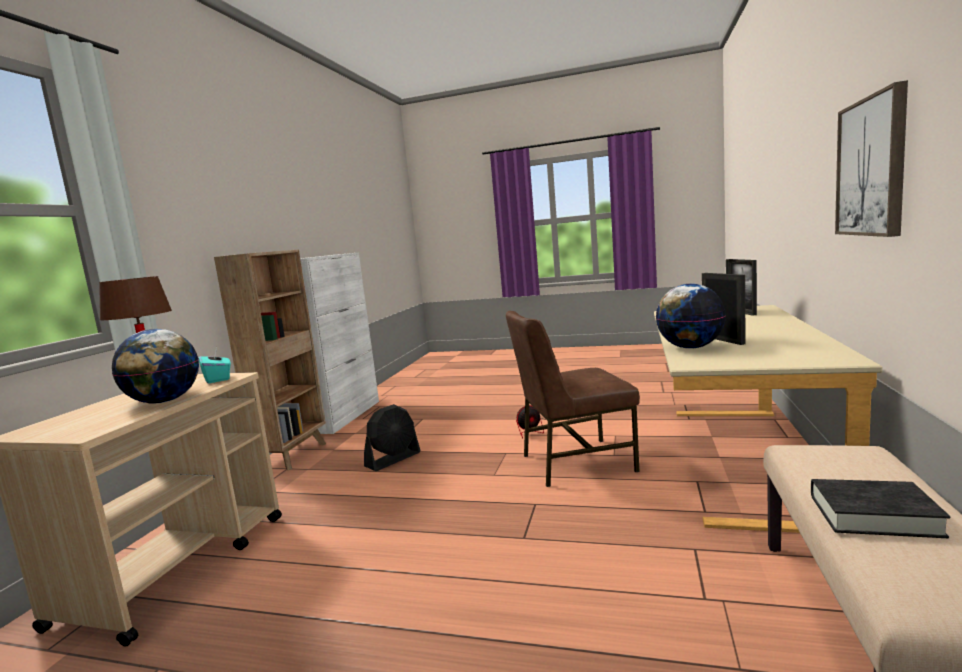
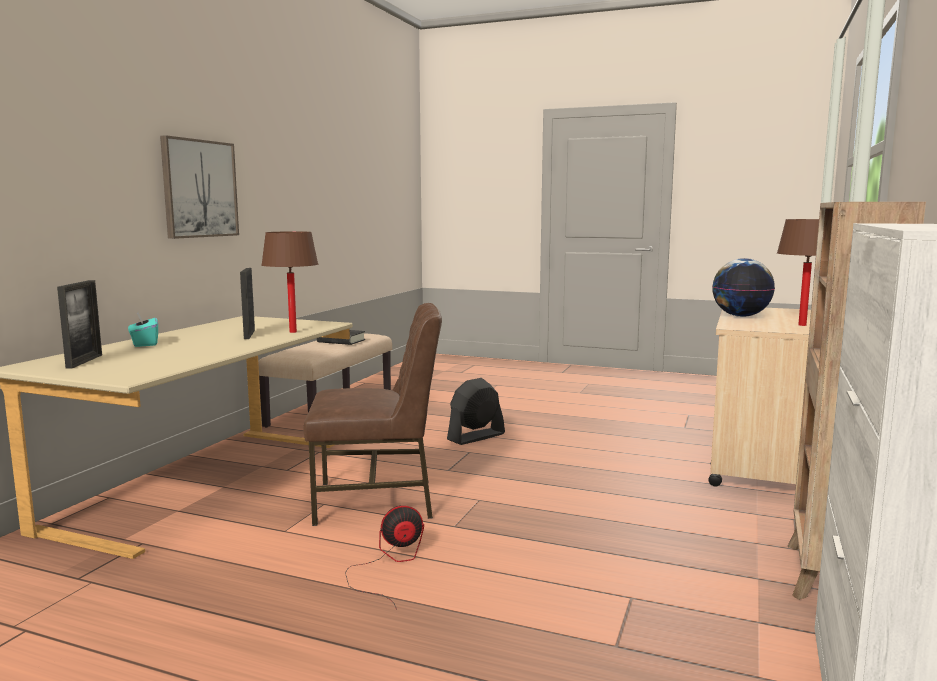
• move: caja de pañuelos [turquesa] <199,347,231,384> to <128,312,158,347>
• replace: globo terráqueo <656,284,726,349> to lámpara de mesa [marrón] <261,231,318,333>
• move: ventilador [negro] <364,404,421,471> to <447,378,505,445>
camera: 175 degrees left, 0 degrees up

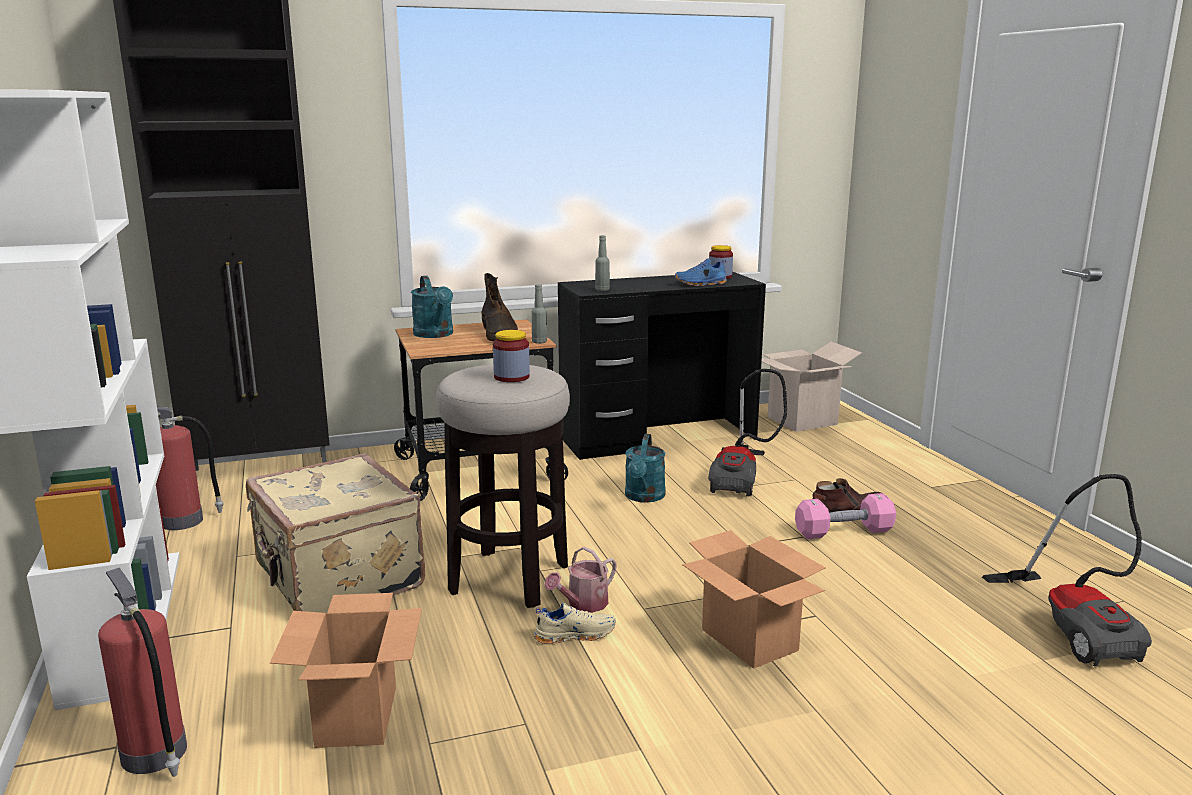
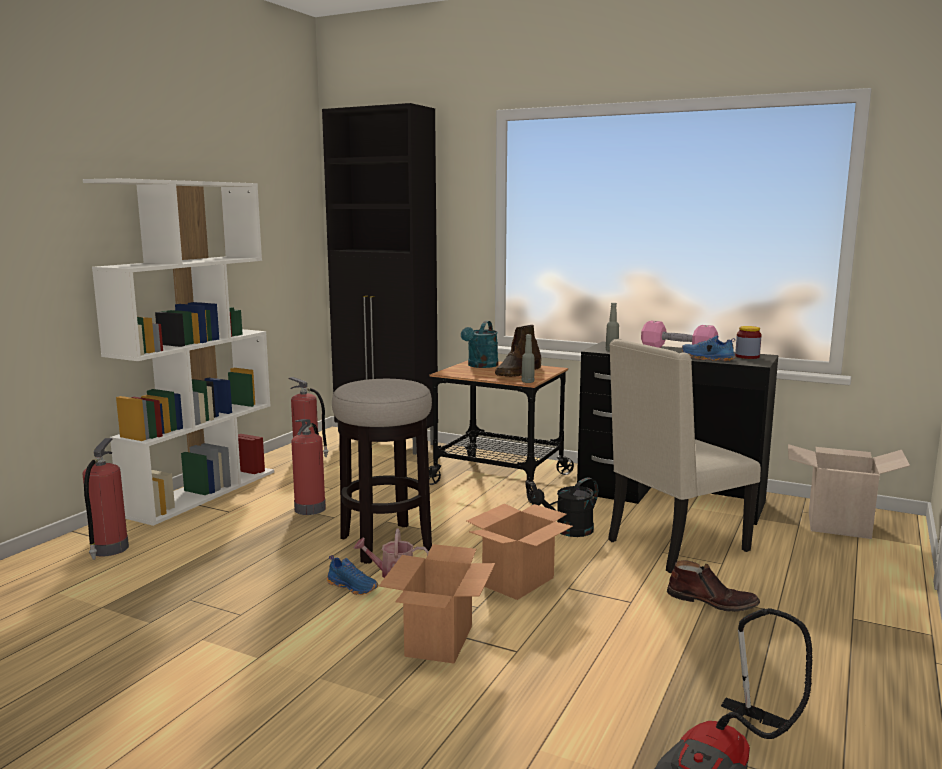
• replace: maleta [beis] <246,454,425,614> to extintor <291,419,326,515>
• recolor: zapato [beis] <534,603,615,644> to zapato [azul] <327,555,378,595>
• move: caja de cartón <270,593,422,748> to <467,503,573,600>
• recolor: regadera [turquesa] <625,434,666,503> to regadera [negro] <531,478,598,537>
• replace: aspiradora <708,369,787,496> to silla [beis] <608,339,761,573>
• move: mancuerna [rosa] <795,493,896,539> to <641,321,718,348>
• delete: tarro <493,330,530,382>
camera: 45 degrees right, 5 degrees down

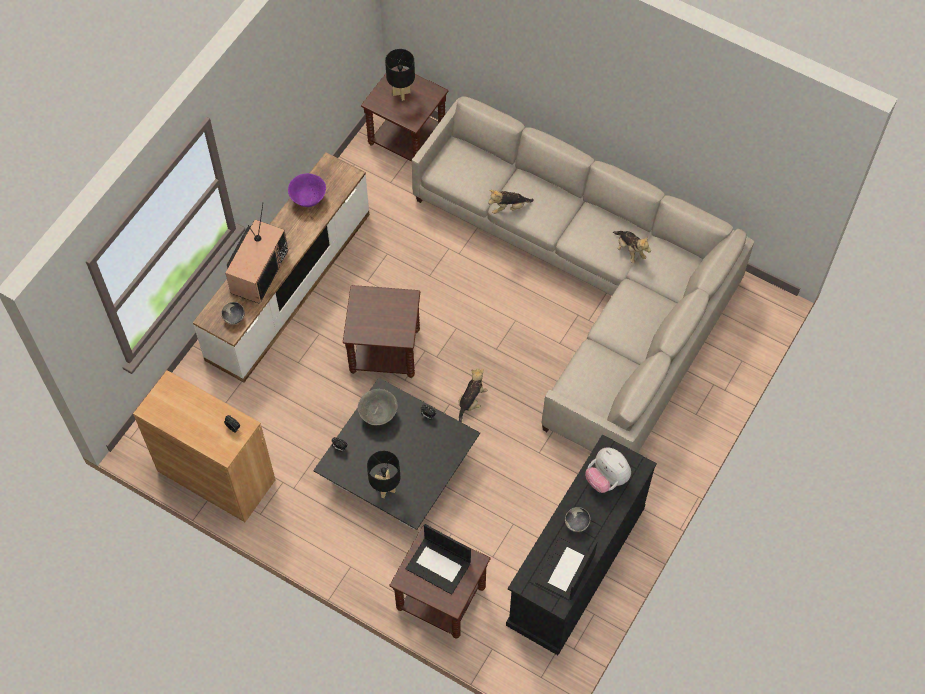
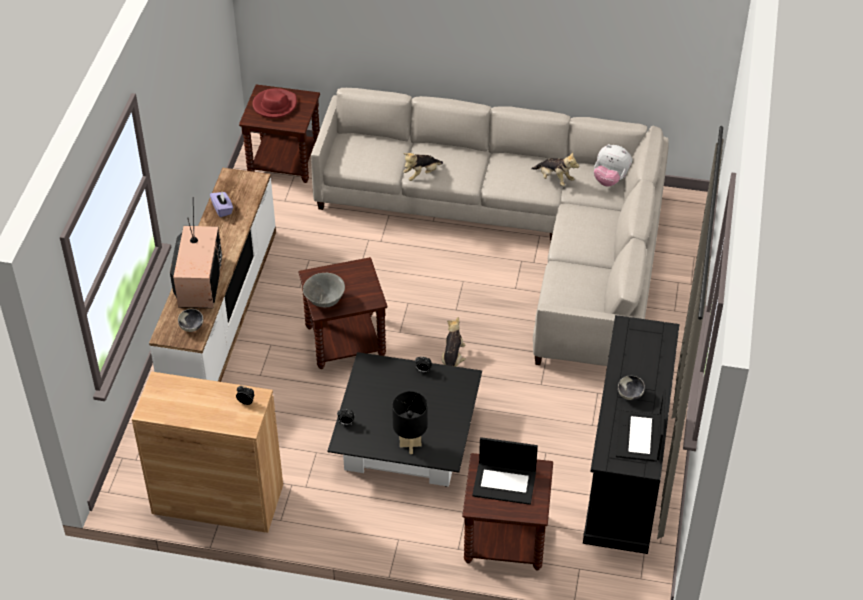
• replace: cuenco [morado] <288,173,326,207> to caja de pañuelos [morado] <210,192,233,217>
• replace: lámpara de mesa [negro] <385,49,415,101> to sombrero [rojo] <252,88,297,118>
• move: cuenco [gris] <357,389,398,425> to <303,273,345,307>
• move: peluche <585,447,631,493> to <594,144,633,186>
camera: 20 degrees left, 15 degrees down

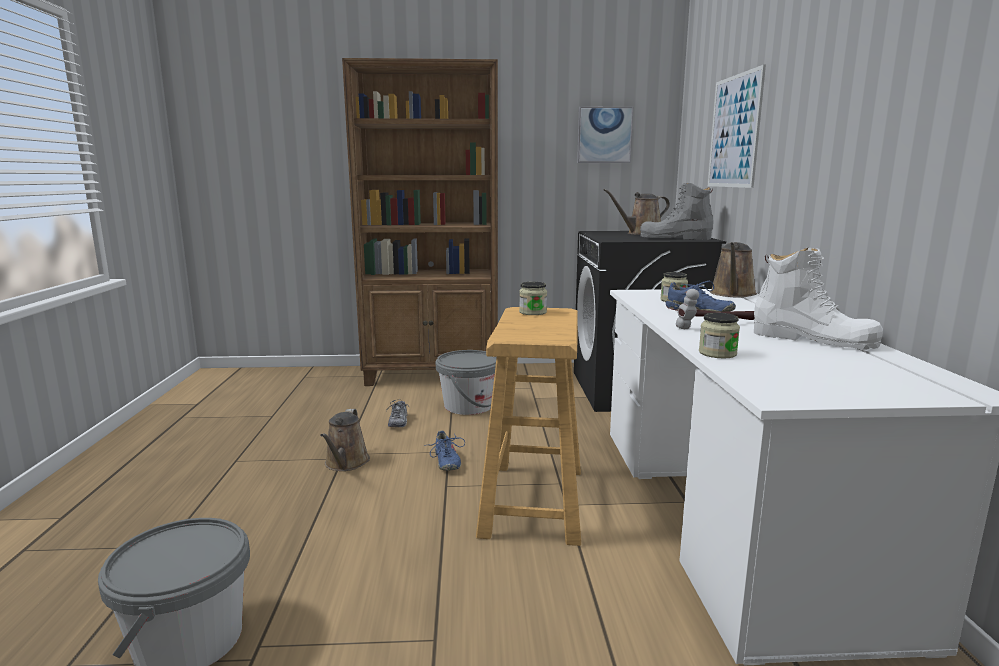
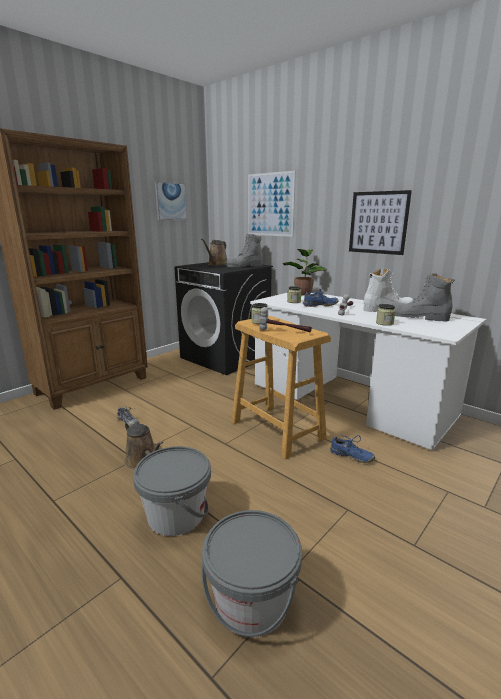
• move: cubo [gris] <436,350,497,415> to <133,446,211,536>
• insert: martillo <259,307,312,333>
• replace: regadera [marrón] <710,242,757,298> to planta en maceta <282,249,327,296>
• move: zapato [azul] <425,430,465,471> to <330,435,375,463>
• insert: cuadro <349,190,412,255>
• insert: bota [gris] <392,274,454,322>
camera: 45 degrees left, 5 degrees up

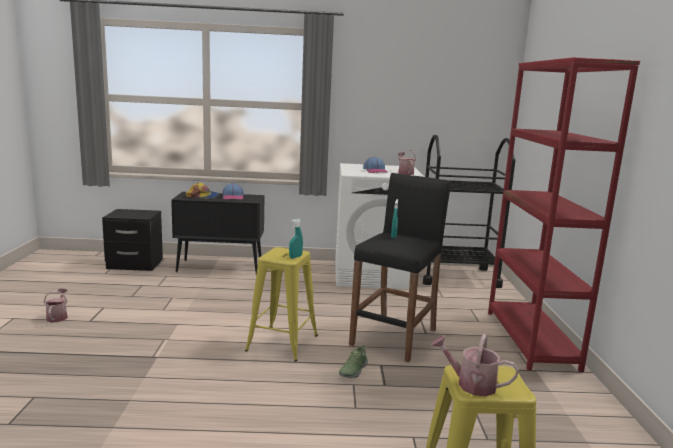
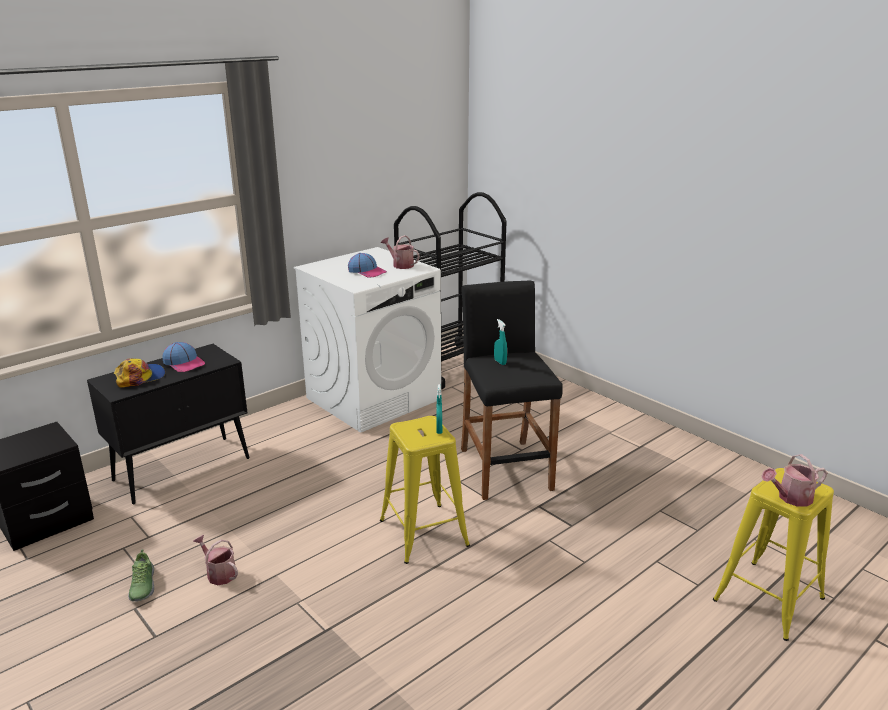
• move: zapato <339,345,368,378> to <128,549,154,602>
• move: regadera <44,288,68,322> to <193,535,238,585>
• delete: estantería [rojo] <488,57,640,372>
camera: 40 degrees left, 10 degrees up

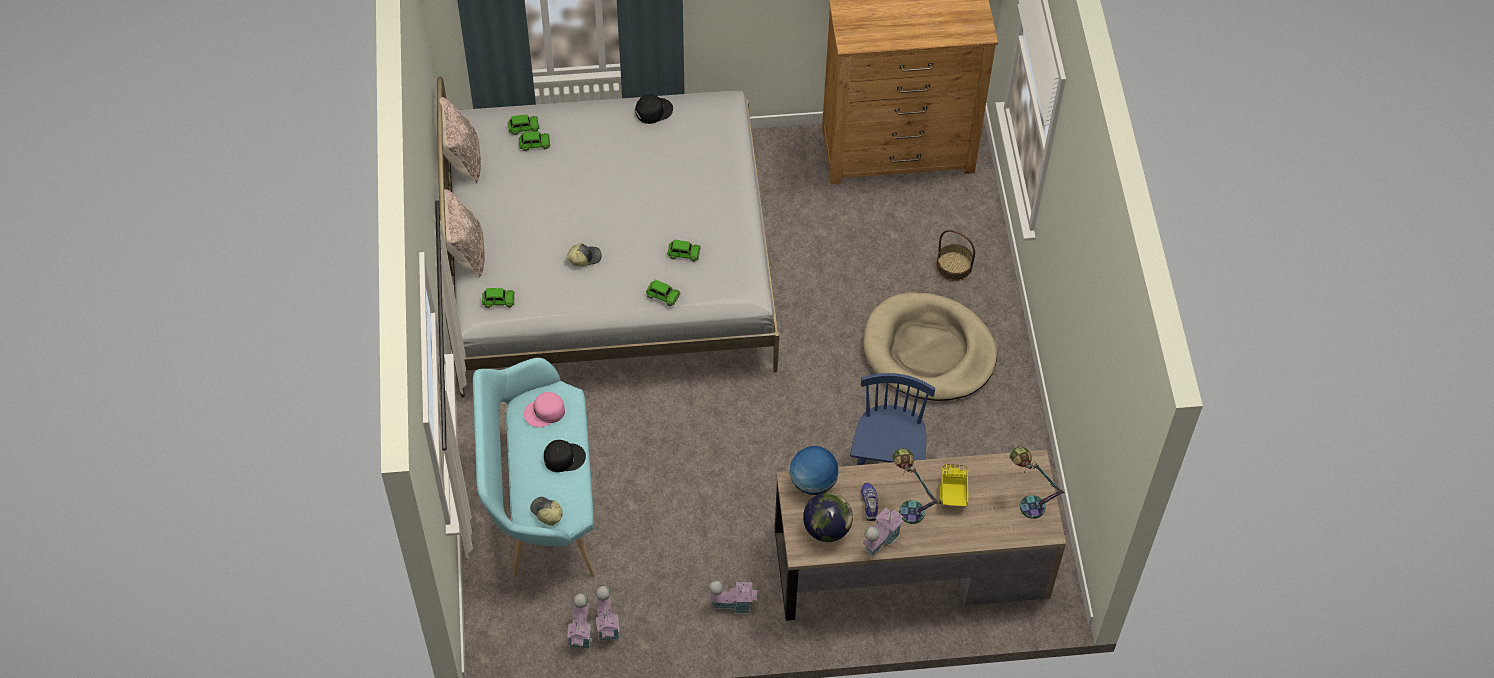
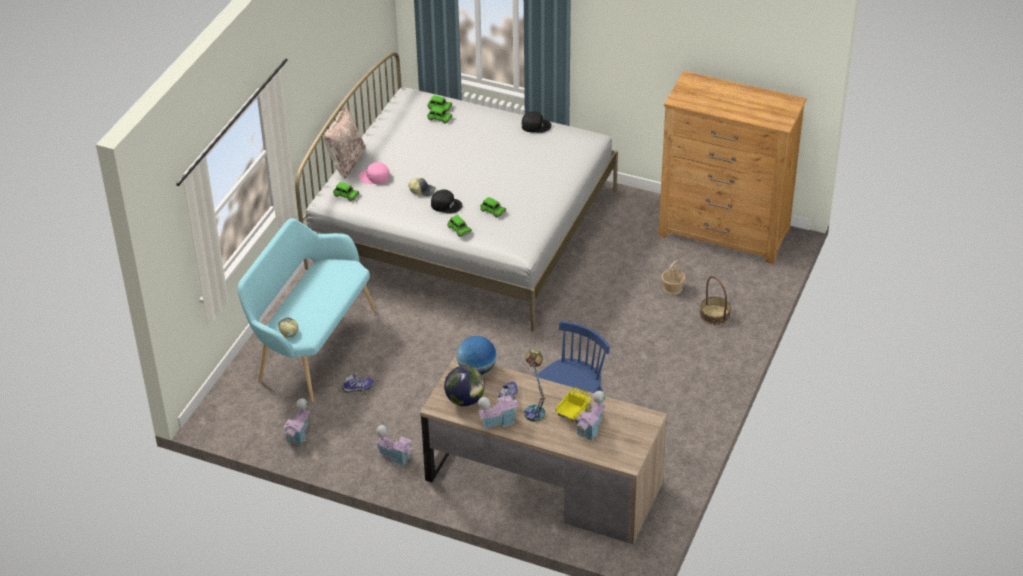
• insert: zapato <342,374,374,392>
• move: gorra [rosa] <524,392,565,427> to <359,162,390,184>
• move: gorra [negro] <544,440,586,472> to <431,189,462,214>
• move: casita <568,594,592,654> to <576,391,606,442>
• insert: cesta <662,260,685,295>
• delete: cojín [beis] <436,97,481,184>
• delete: cama para perro [beis] <863,292,997,401>
• delete: lámpara de mesa <1010,447,1063,519>
camera: 30 degrees right, 15 degrees down

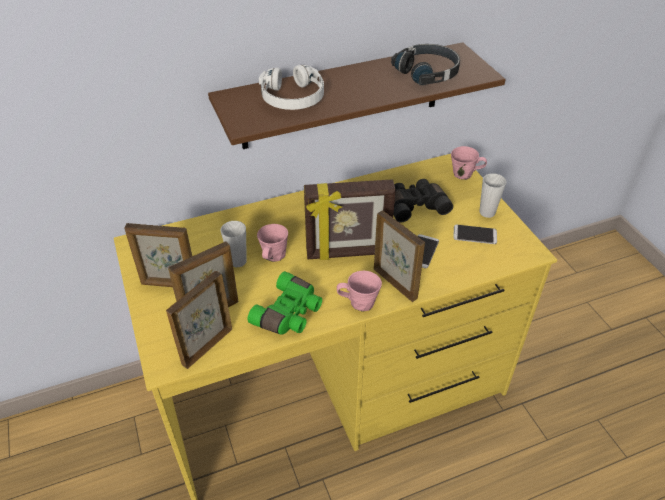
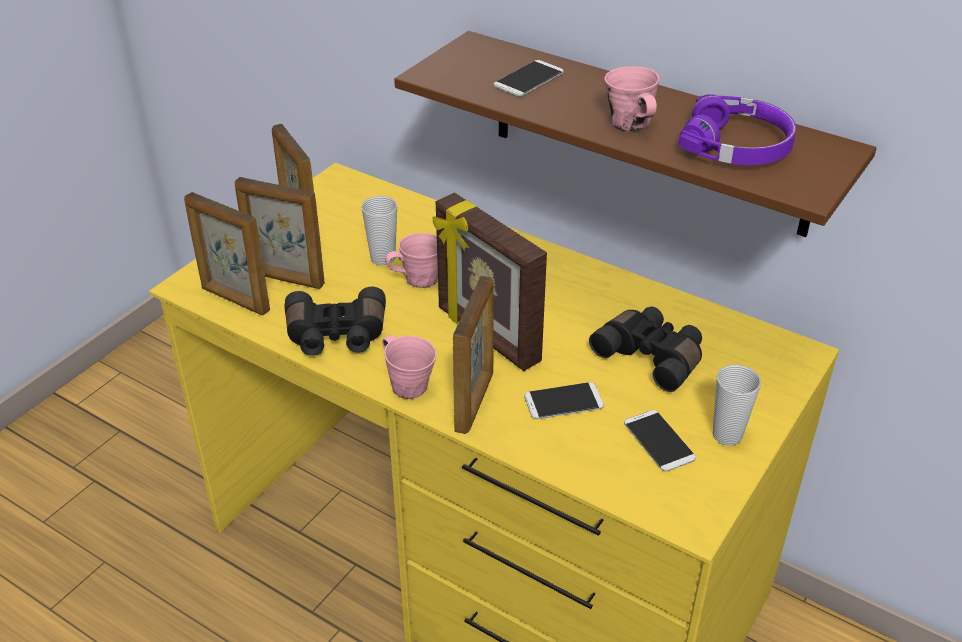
• rotate: portarretratos <166,271,232,369> = <184,192,270,315> 150 degrees counterclockwise
• recolor: prismáticos [verde] <248,271,322,335> to prismáticos [negro] <284,287,386,356>
• replace: auriculares [blanco] <259,65,324,110> to móvil <494,60,564,97>
• move: taza grande [rosa] <451,146,487,180> to <604,66,659,131>
• recolor: auriculares [negro] <391,44,460,85> to auriculares [morado] <678,94,796,165>
camera: 55 degrees right, 5 degrees down

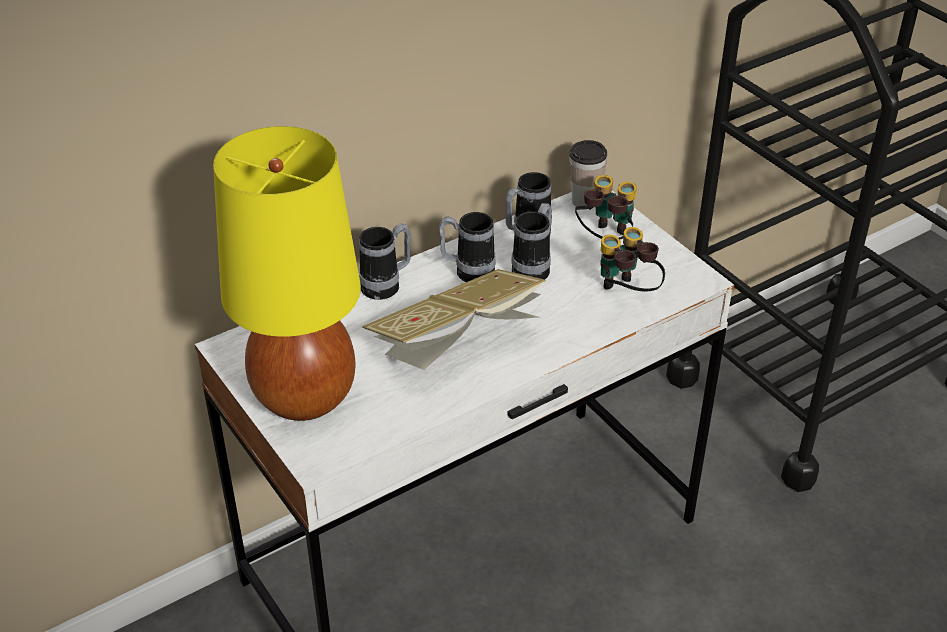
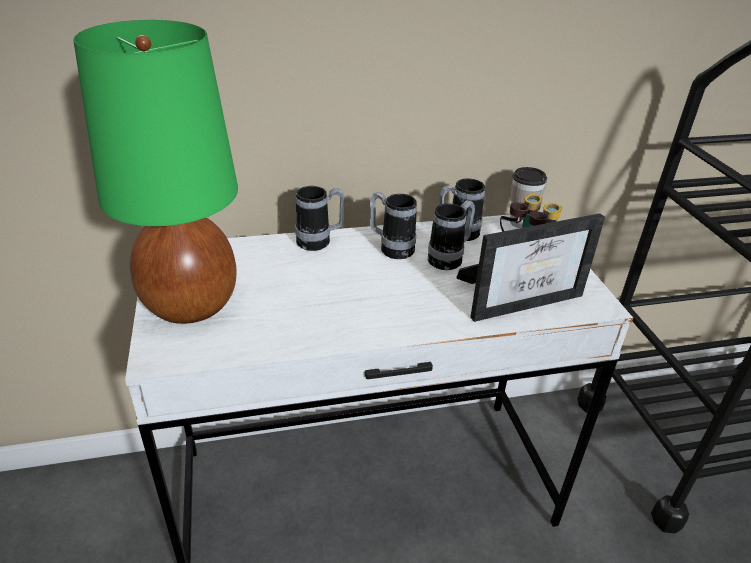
• recolor: lámpara de mesa [amarillo] <213,126,361,421> to lámpara de mesa [verde] <73,20,238,324>
• replace: prismáticos <600,227,665,292> to portarretratos <456,213,605,322>
• delete: libro <362,269,546,370>
camera: 20 degrees right, 5 degrees down

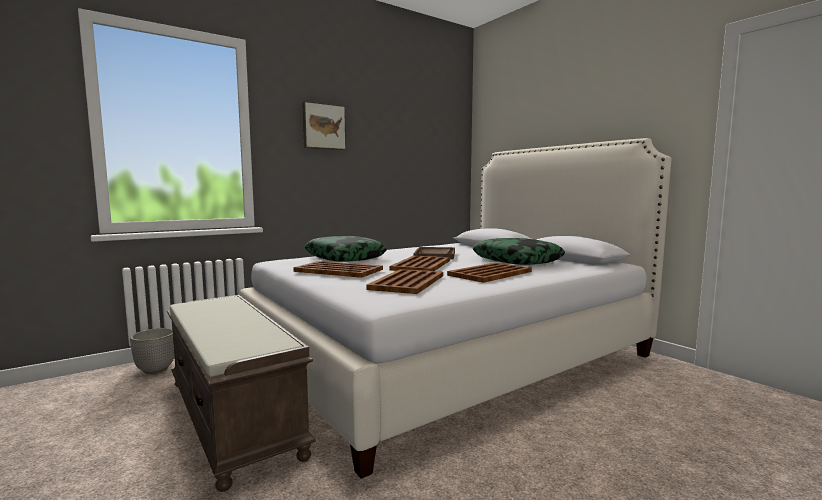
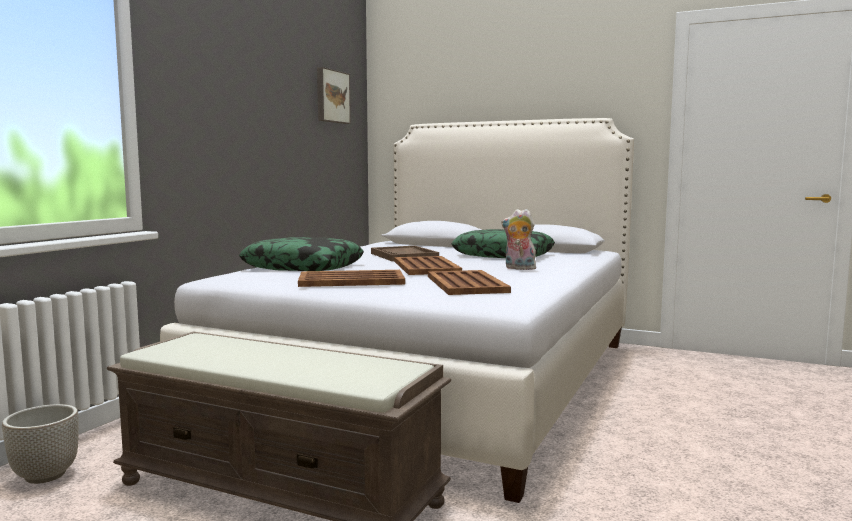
• move: cuadro <302,101,346,150> to <317,67,351,124>
• replace: bandeja [marrón] <447,262,532,283> to peluche <501,209,536,270>
camera: 30 degrees left, 0 degrees up

